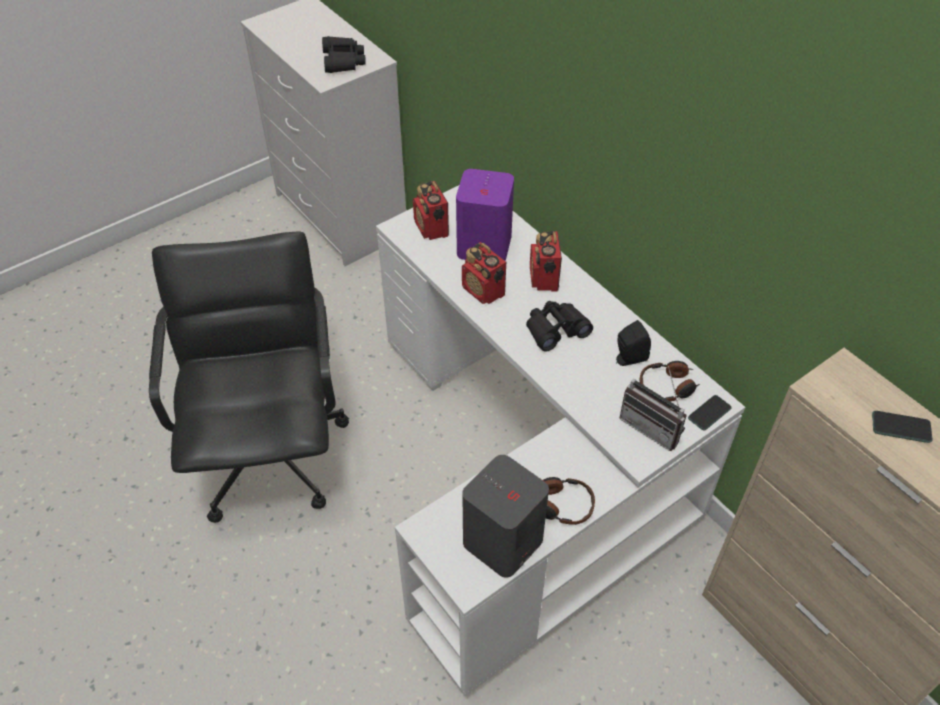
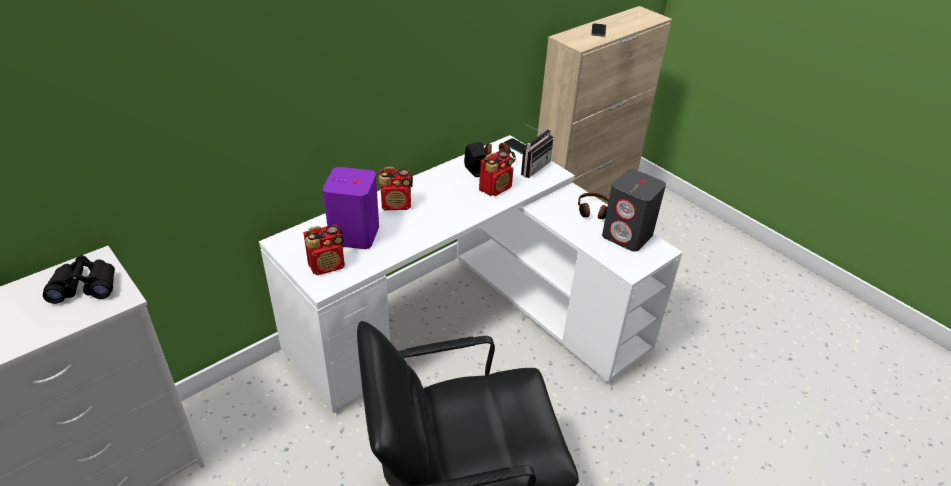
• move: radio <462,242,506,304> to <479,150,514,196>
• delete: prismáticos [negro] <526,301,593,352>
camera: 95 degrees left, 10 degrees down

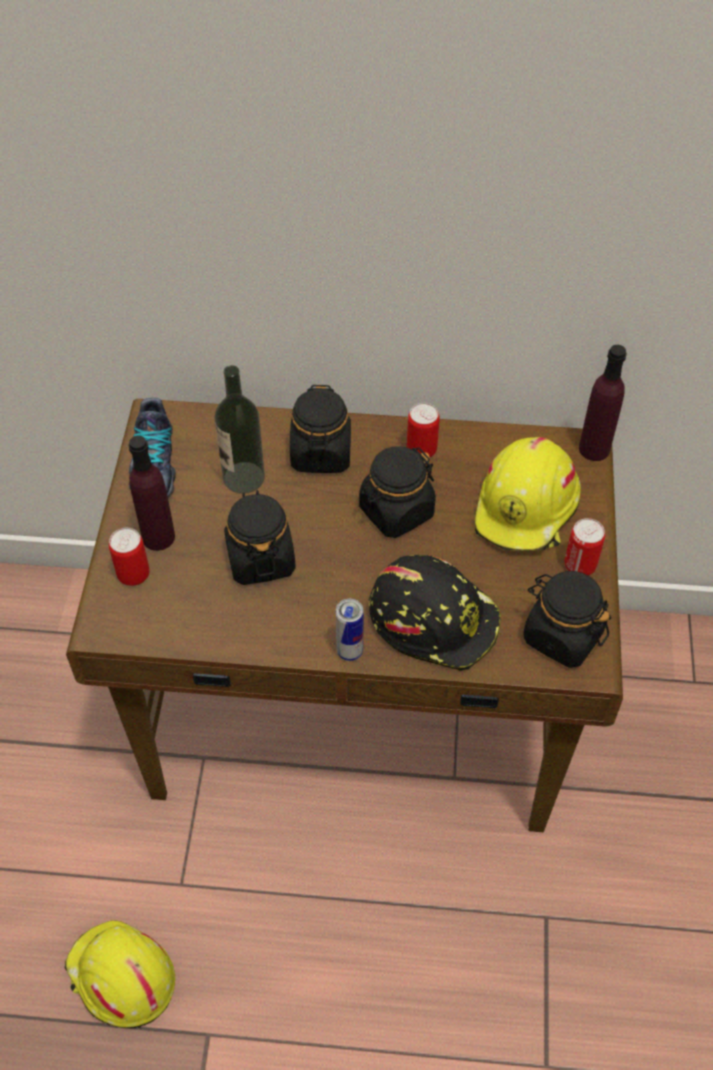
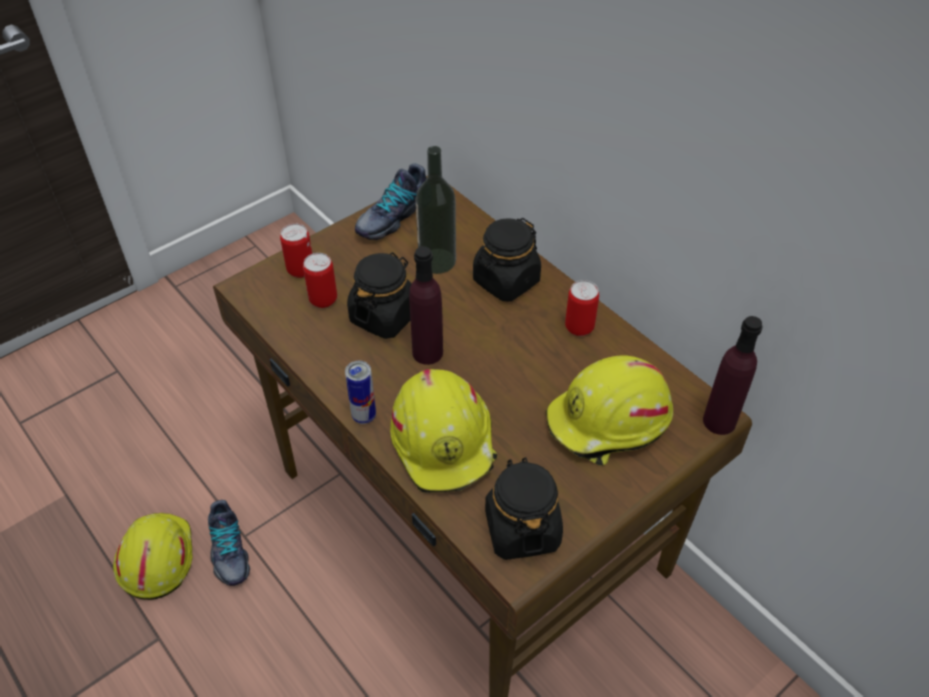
• insert: zapato <208,500,250,586>
• move: lata <565,518,605,575> to <303,253,337,308>
• recolor: casco [negro] <369,555,501,671> to casco [amarillo] <390,369,497,493>
• move: botella [morado] <128,436,175,551> to <409,246,443,365>
• delete: tarro [negro] <359,446,436,538>
camera: 45 degrees right, 5 degrees down

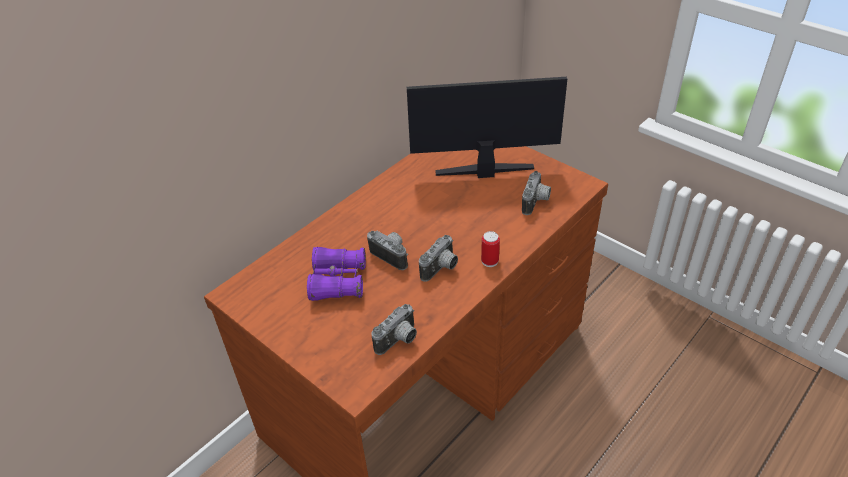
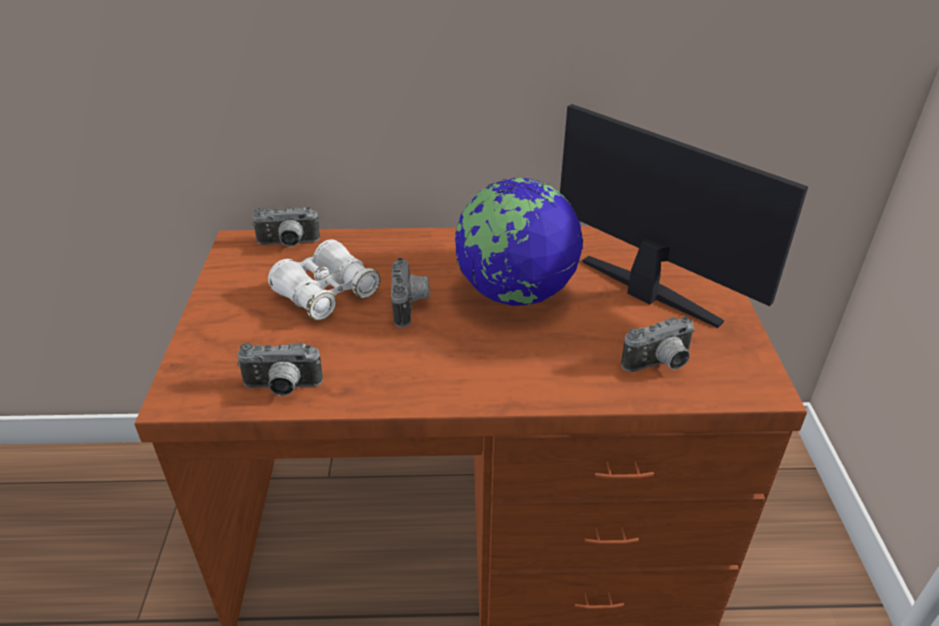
• move: cámara <419,235,458,282> to <252,207,320,247>
• recolor: prismáticos [morado] <307,247,366,301> to prismáticos [blanco] <268,239,380,321>
• insert: globo terráqueo <455,178,583,306>
• delete: lata <481,231,500,267>
camera: 45 degrees right, 5 degrees down

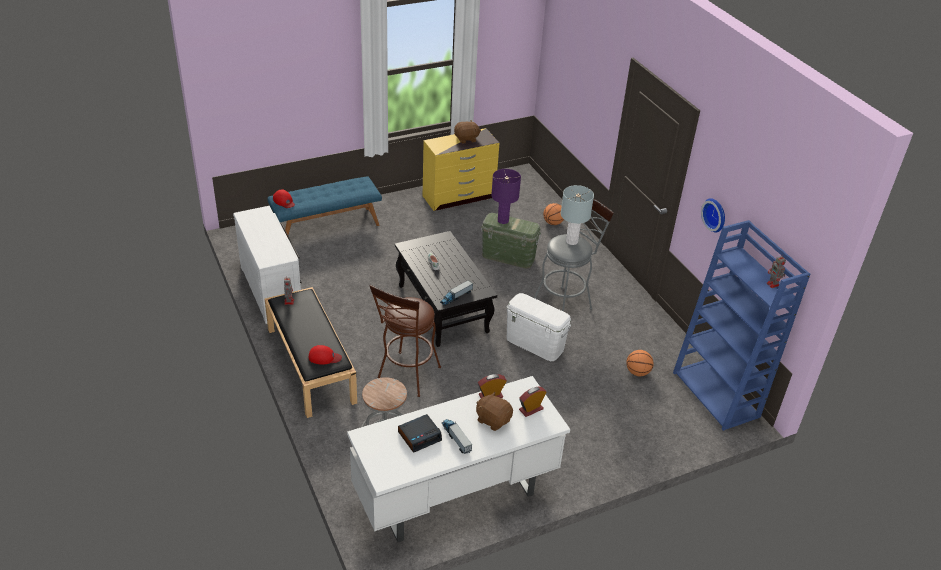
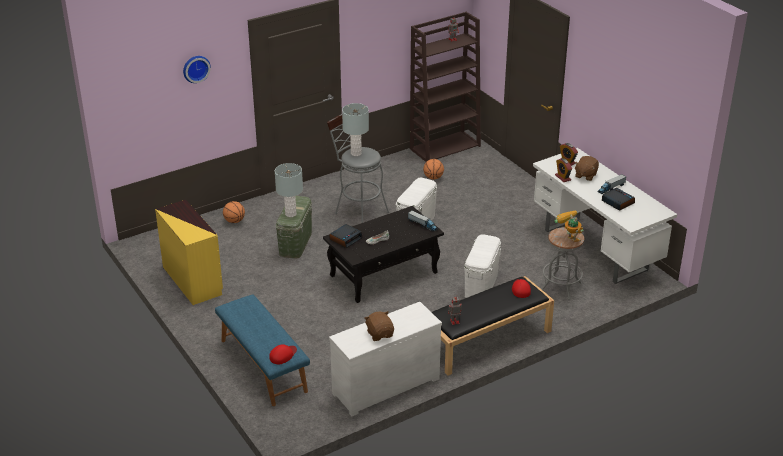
• move: reloj de pared <701,198,725,233> to <183,56,211,83>
• recolor: lámpara de mesa [morado] <491,169,521,224> to lámpara de mesa [gris] <275,163,303,217>
• insert: despertador <329,224,363,248>
• move: peluche [marrón] <454,120,481,143> to <364,311,394,341>
• recolor: estantería [azul] <673,220,810,431> to estantería [marrón] <410,12,481,162>
• replace: taburete [marrón] <370,285,441,397> to caja de almacenaje [blanco] <464,234,501,298>
• insert: robot de juguete <554,210,584,242>
camera: 95 degrees left, 5 degrees down

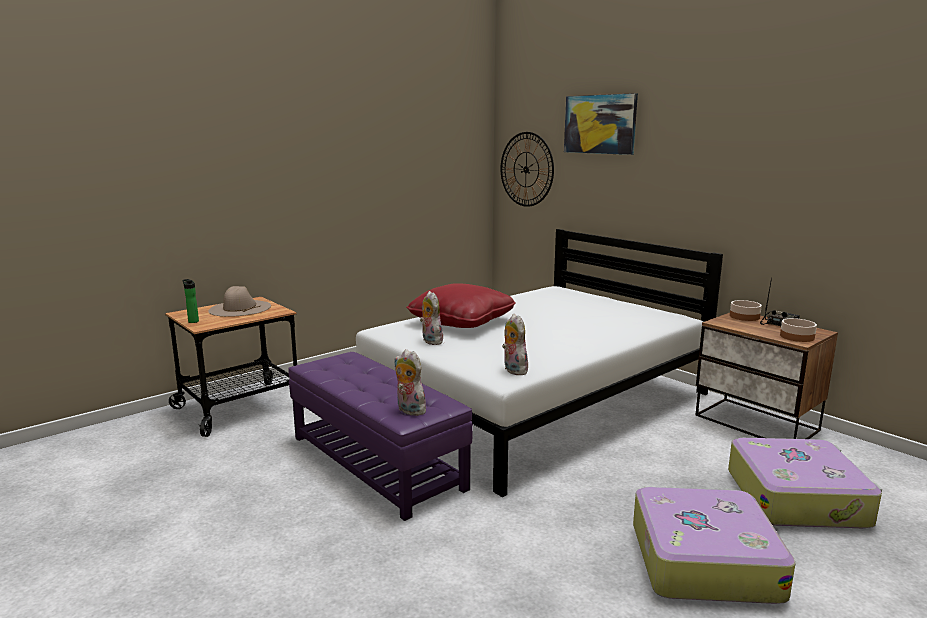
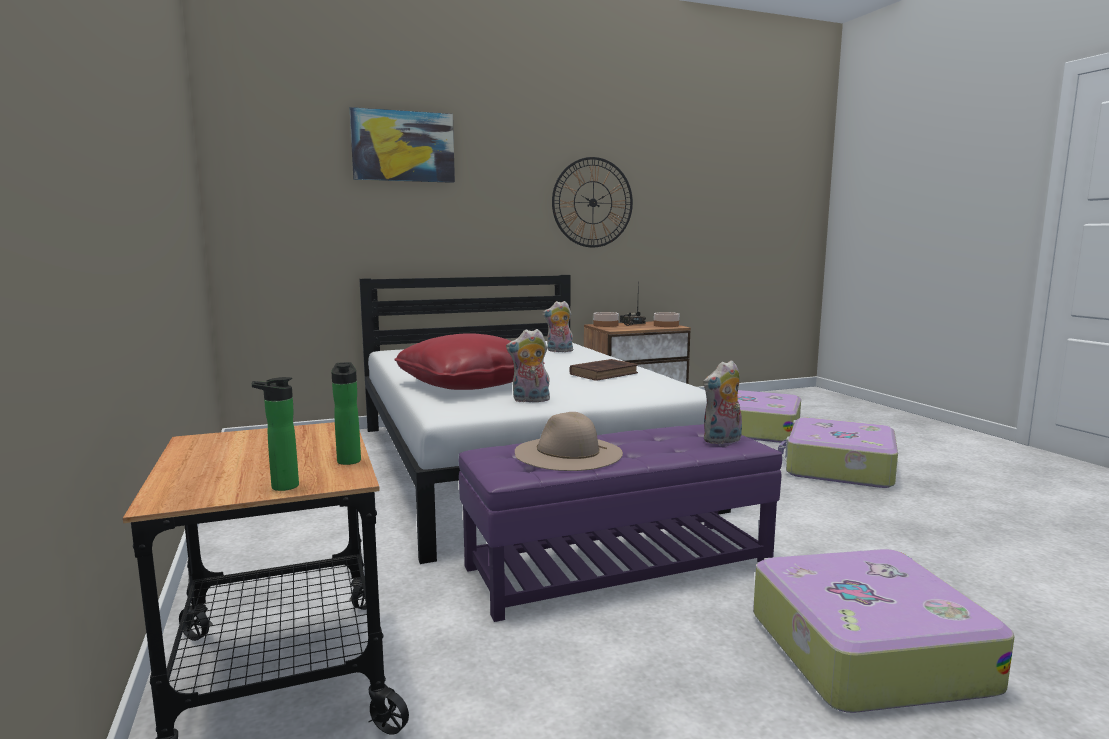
• insert: botella <331,362,361,465>
• move: sombrero [beis] <208,286,271,317> to <515,412,623,471>
• move: peluche <502,314,528,375> to <543,301,573,352>
• move: reloj de pared <501,132,554,207> to <552,157,633,248>
• insert: libro [marrón] <570,359,638,381>
• insert: maleta <753,549,1015,713>
camera: 70 degrees left, 5 degrees down

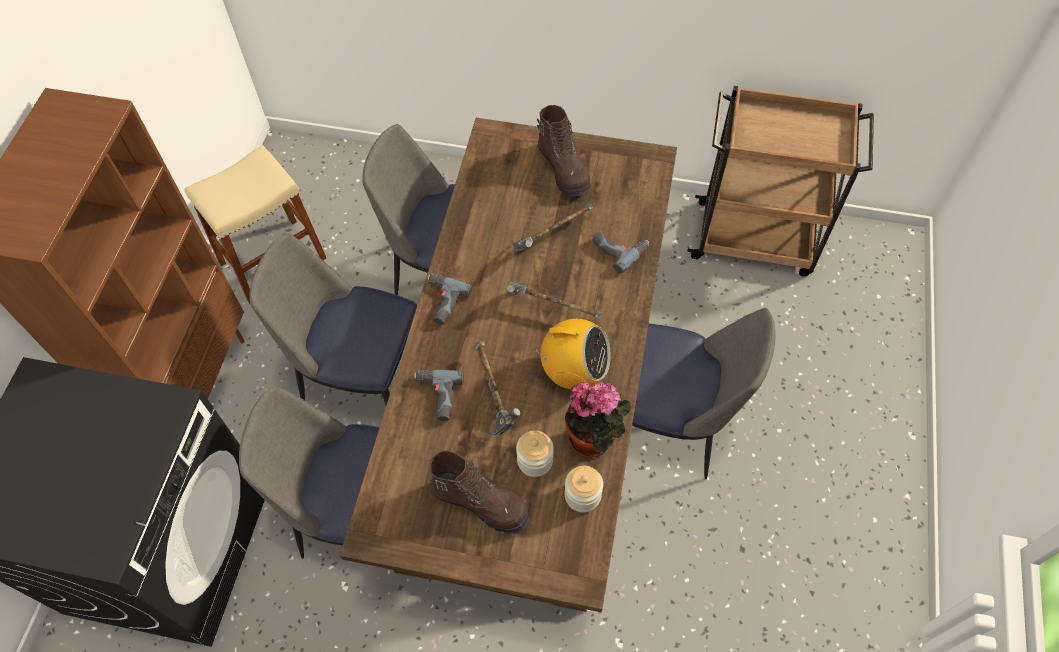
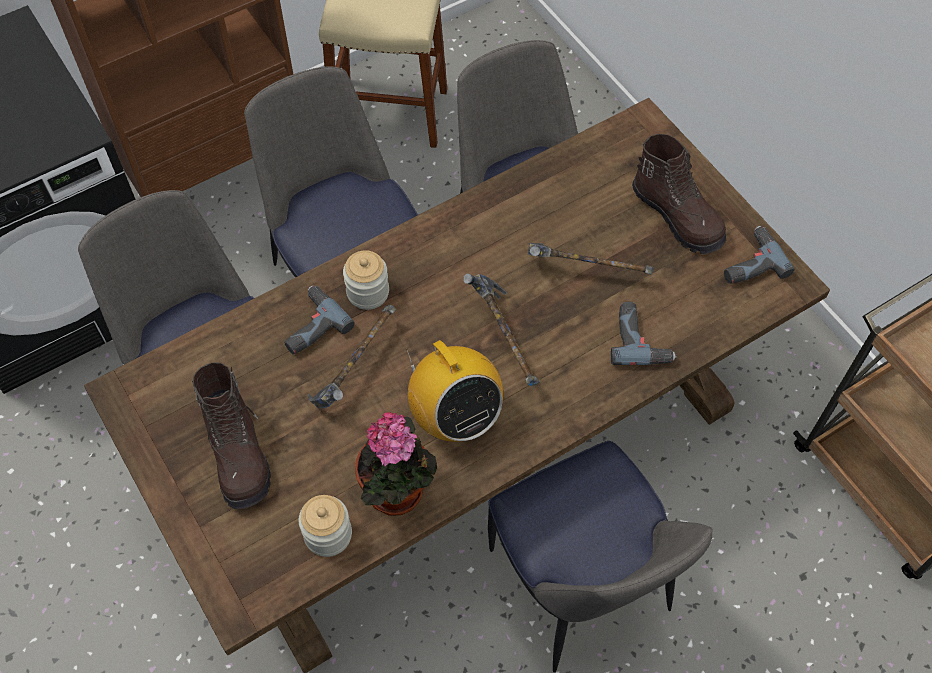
• move: tarro <516,430,554,477> to <343,250,389,310>
• rotate: bota [marrón] <537,105,591,197> = <632,134,726,254> 60 degrees counterclockwise
• move: taladro <427,273,473,325> to <724,226,795,284>
camera: 45 degrees right, 0 degrees up

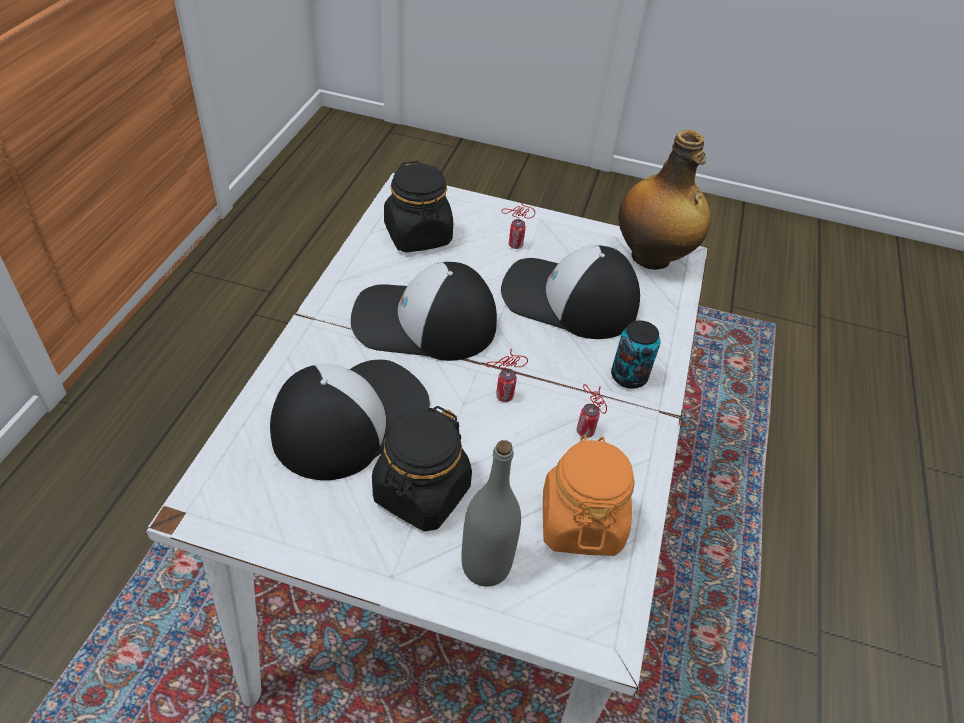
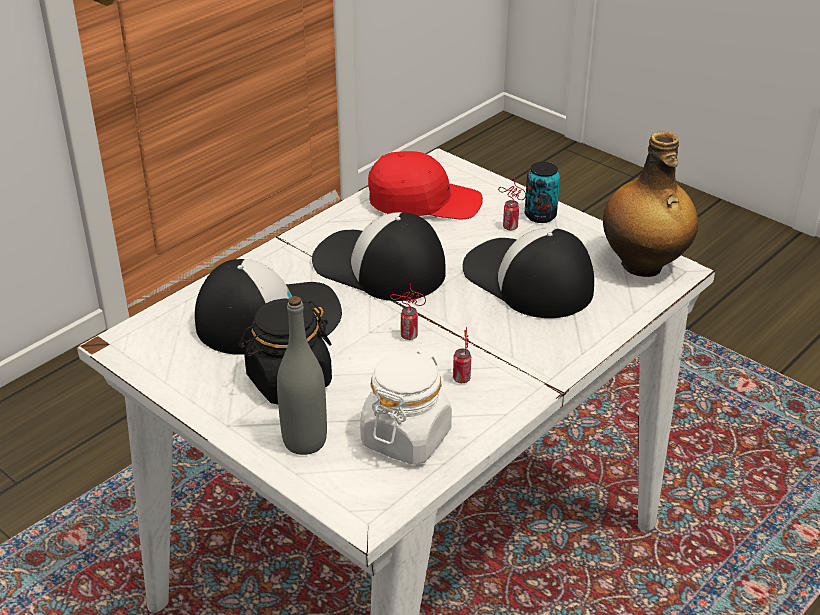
• recolor: tarro [naranja] <543,435,635,556> to tarro [blanco] <360,351,452,465>
• replace: tarro [negro] <384,161,453,252> to gorra [rojo] <368,151,483,219>
• move: lata <611,320,660,389> to <525,162,560,223>
camera: 30 degrees right, 10 degrees down

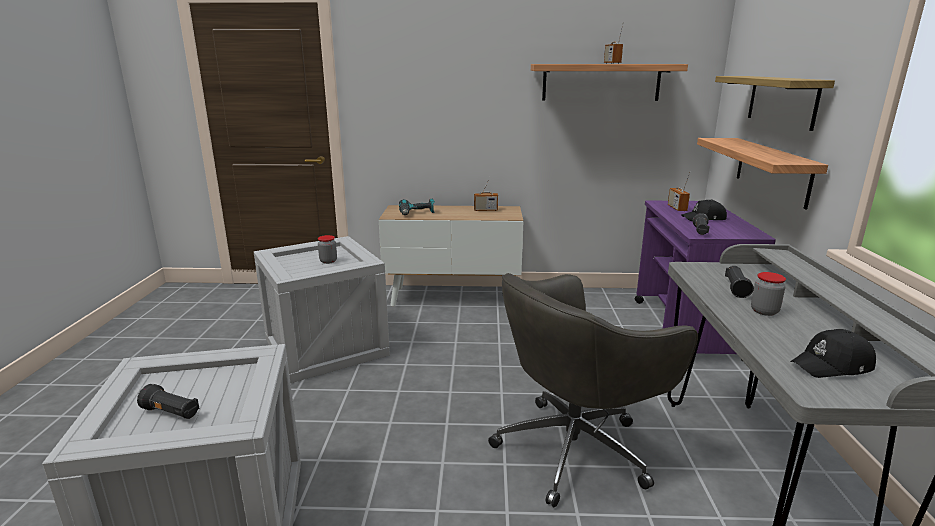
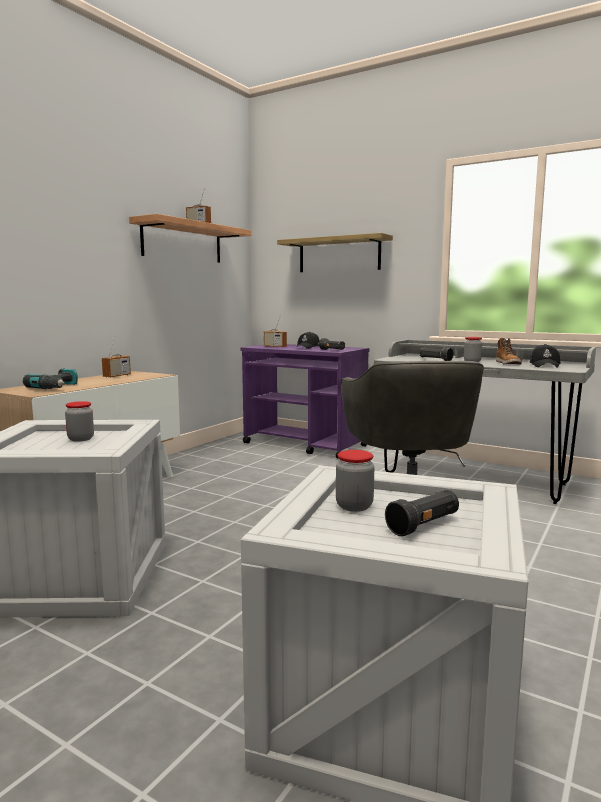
• insert: tarro <336,450,374,512>
• insert: bota <496,338,522,364>
• delete: estante <697,138,828,210>
camera: 60 degrees left, 10 degrees down

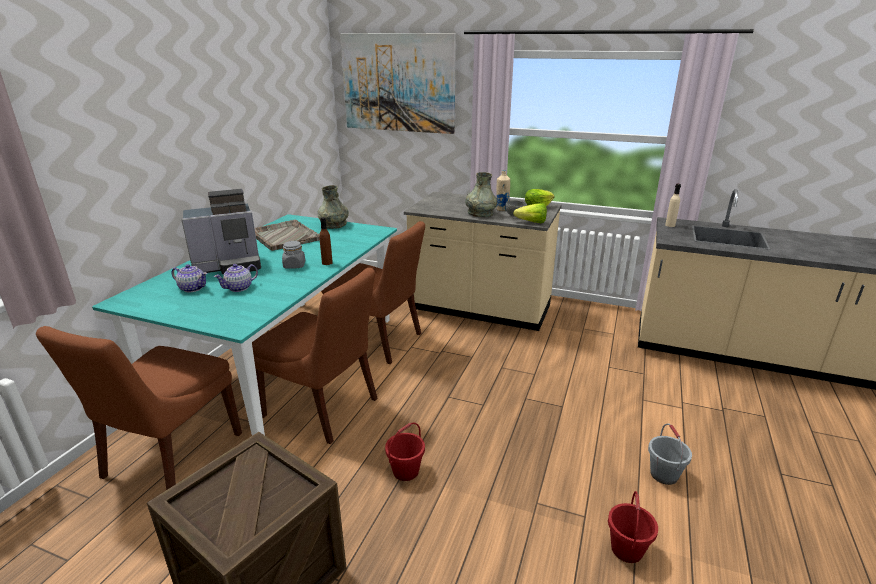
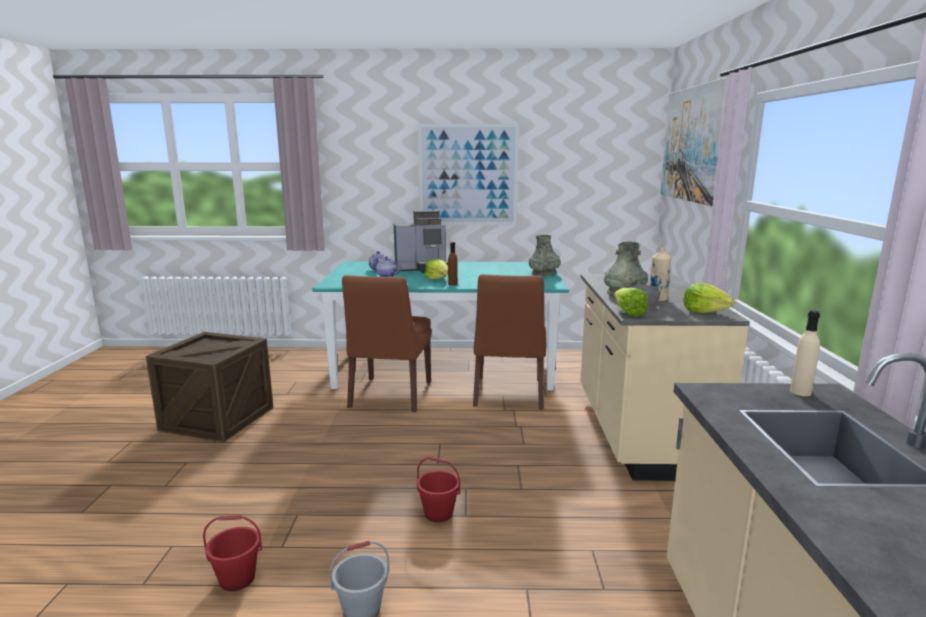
• rotate: cafetera <181,189,261,274> = <394,210,448,273> 60 degrees counterclockwise
• move: cubo [rojo] <385,423,425,481> to <417,457,460,522>
• insert: cuadro <418,124,519,225>
• replace: tarro [gris] <282,241,305,269> to lechuga <425,259,448,280>
• delete: silla [marrón] <36,326,242,490>
• delete: bandeja [gris] <255,220,320,251>
camera: 70 degrees right, 10 degrees down

